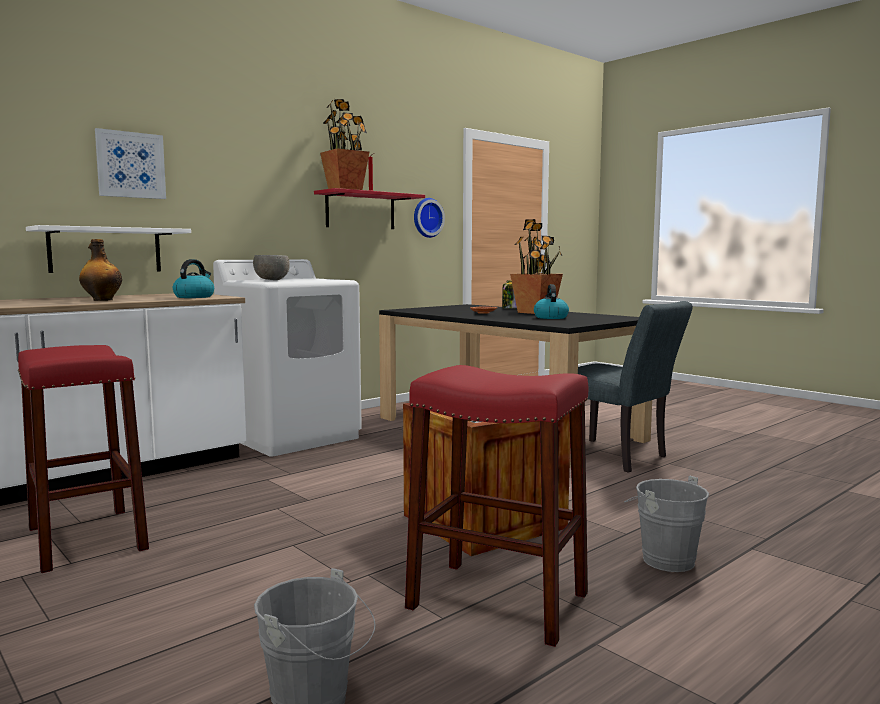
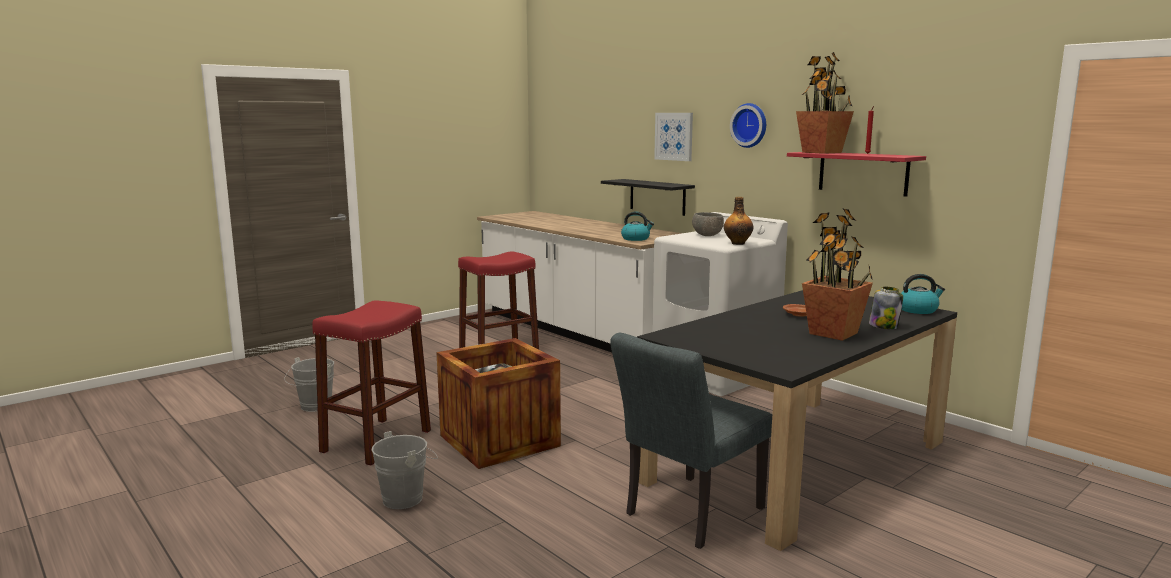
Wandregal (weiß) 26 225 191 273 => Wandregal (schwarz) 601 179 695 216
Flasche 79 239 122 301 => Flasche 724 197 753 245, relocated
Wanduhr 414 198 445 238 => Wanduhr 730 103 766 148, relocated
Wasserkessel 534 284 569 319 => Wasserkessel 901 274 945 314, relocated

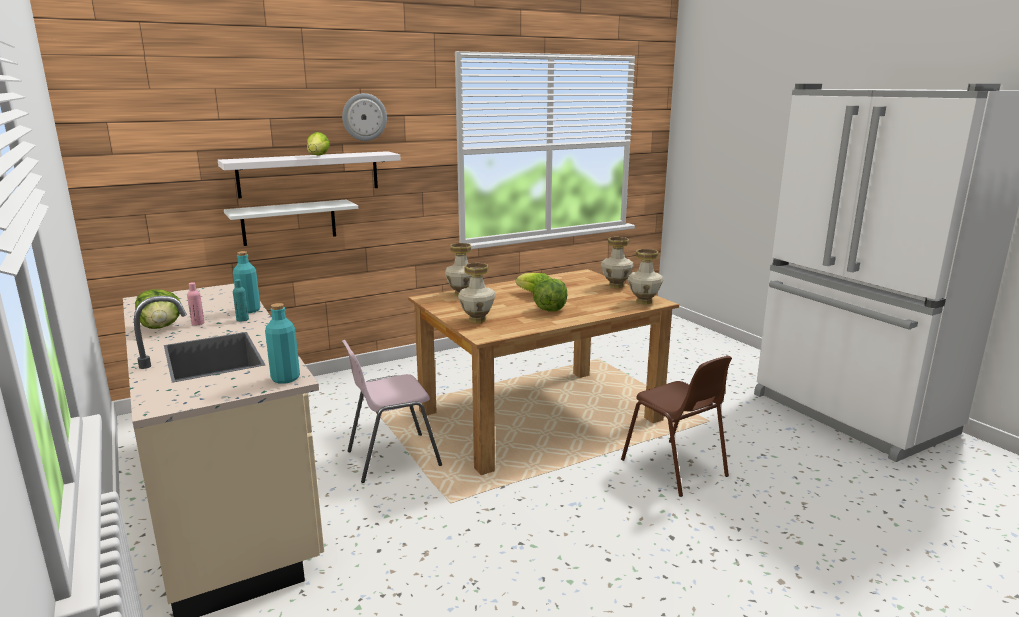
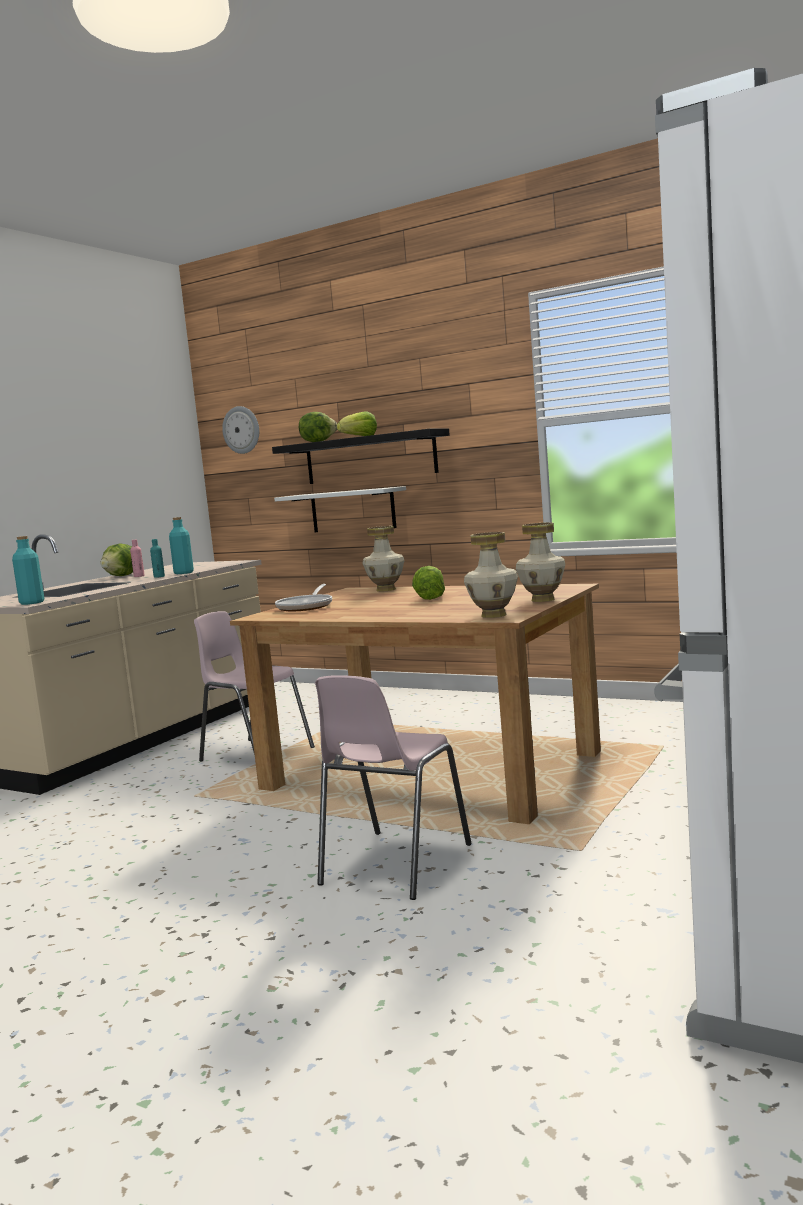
Wanduhr 342 93 387 141 => Wanduhr 222 406 259 454, relocated
Wandregal (weiß) 218 151 401 199 => Wandregal (schwarz) 272 428 450 484
Vase 458 263 496 323 => Pfanne 275 584 332 611
Salatkopf 533 279 567 311 => Salatkopf 299 412 337 442, relocated
Stuhl (braun) 621 356 732 497 => Stuhl (rosa) 315 675 471 900

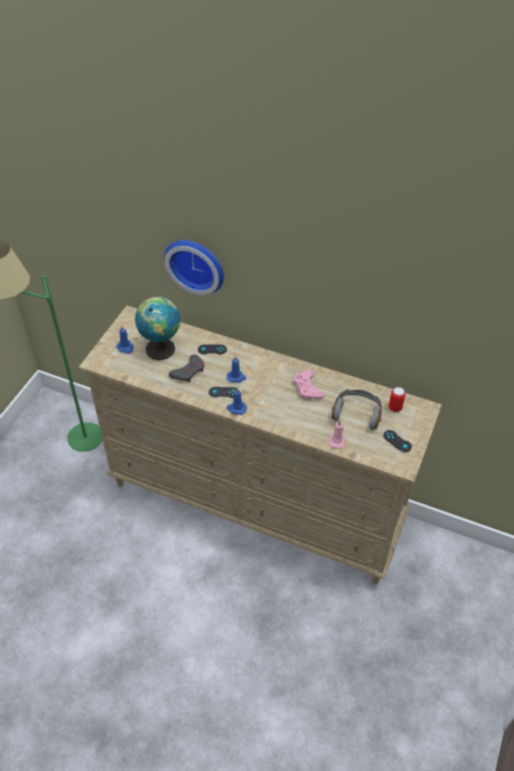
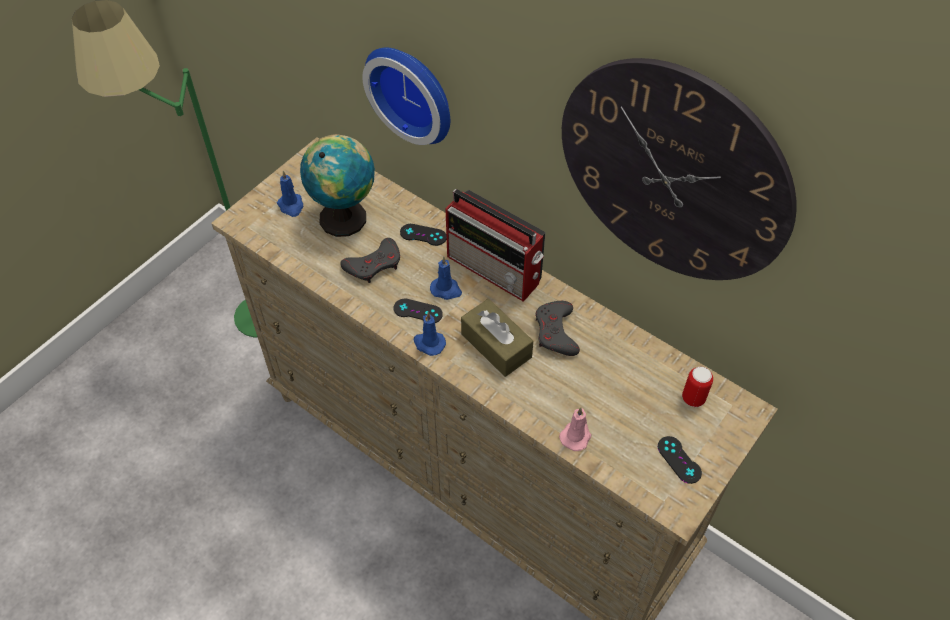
nothing => Radio 445 189 545 302
nothing => Taschentuchbox (braun) 461 299 533 377
Gamepad (rosa) 294 370 325 399 => Gamepad (grau) 536 301 580 356
nothing => Wanduhr 562 58 797 280
Kopfhörer (grau) 332 389 382 430 => nothing

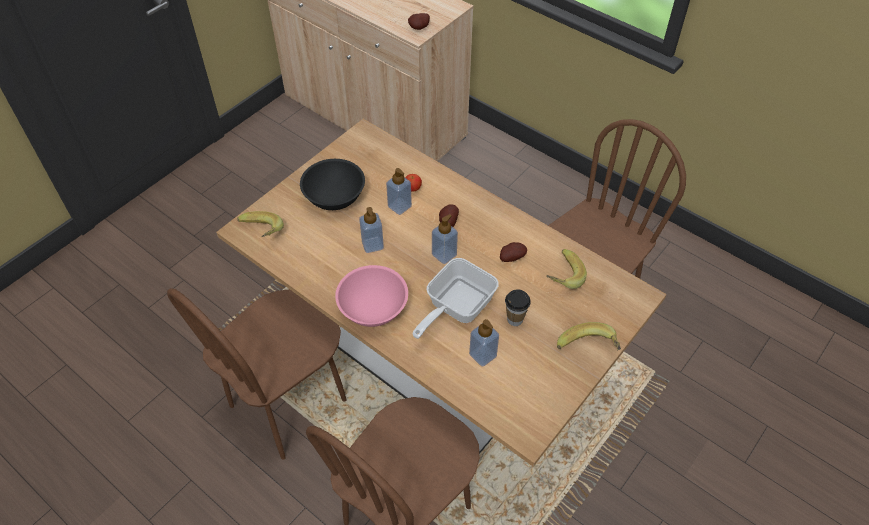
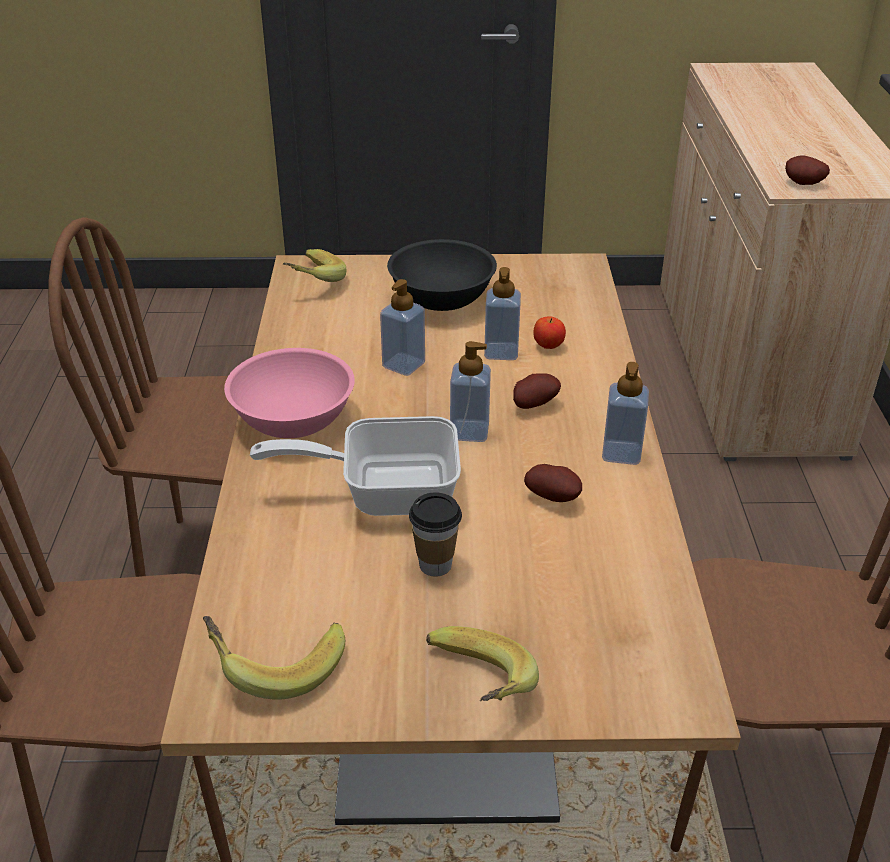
Banane 546 249 587 289 => Banane 203 616 345 700, relocated
Seifenspender 469 319 499 366 => Seifenspender 602 362 649 465, relocated

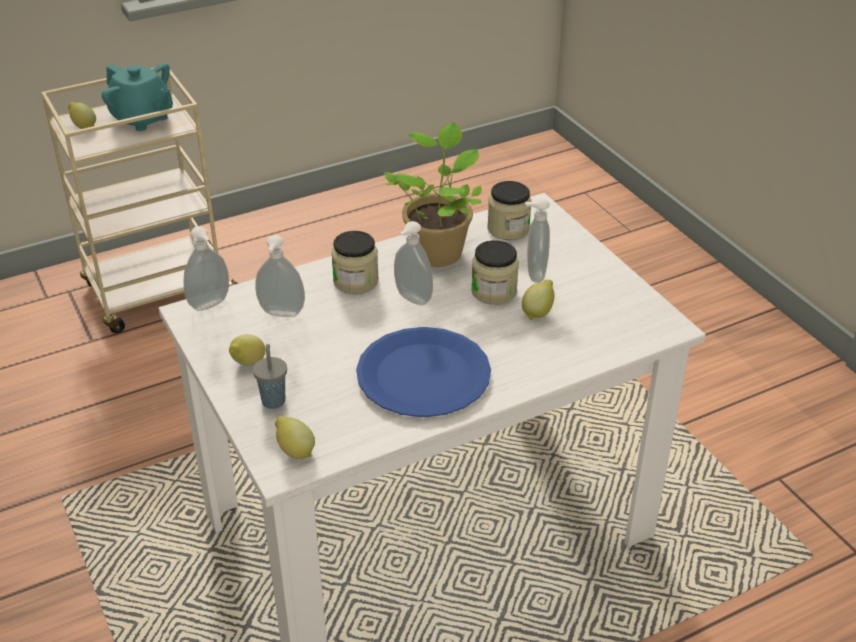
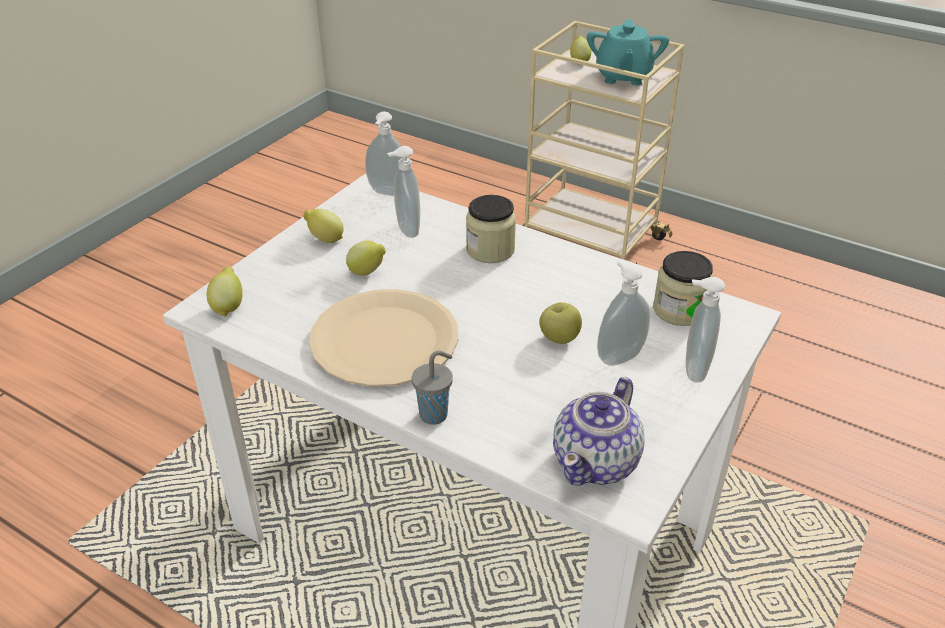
Teller (blau) 356 327 491 417 => Teller (beige) 309 289 458 387
Zitrone 522 280 554 320 => Zitrone 346 241 386 276, relocated
Tasse (grau) 253 344 287 409 => Tasse (grau) 412 351 453 425, relocated
Vorratsglas 471 240 519 305 => Apfel 539 302 582 344
nothing => Teekanne 553 377 644 486
Seifenspender 394 221 433 305 => Seifenspender 686 277 725 383, relocated
Topfpflanze 384 122 482 267 => nothing

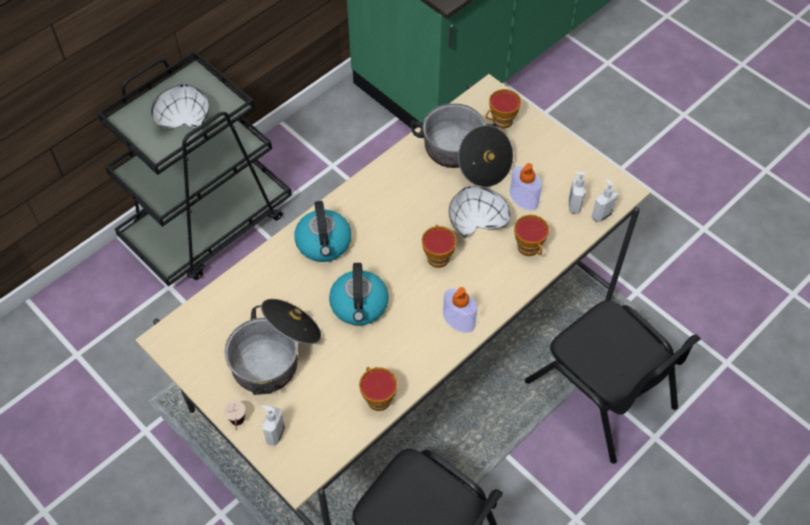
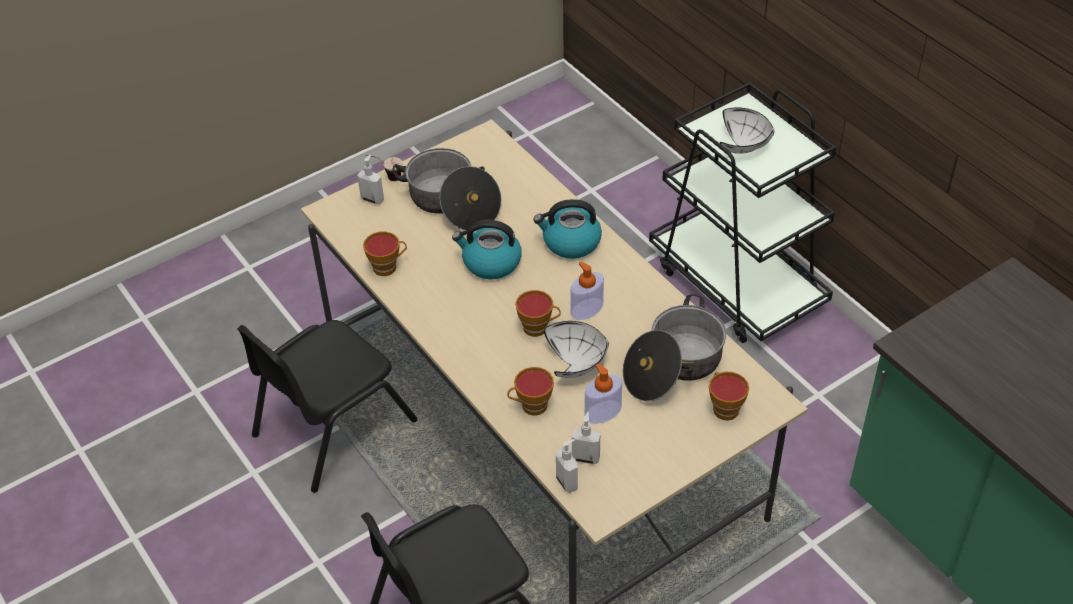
Seifenspender 443 287 477 333 => Seifenspender 571 262 604 320, relocated

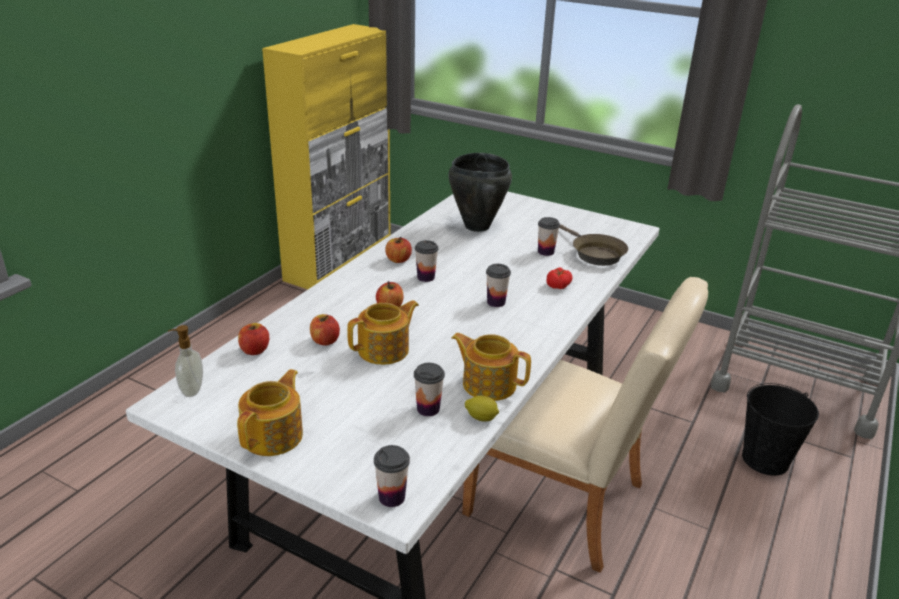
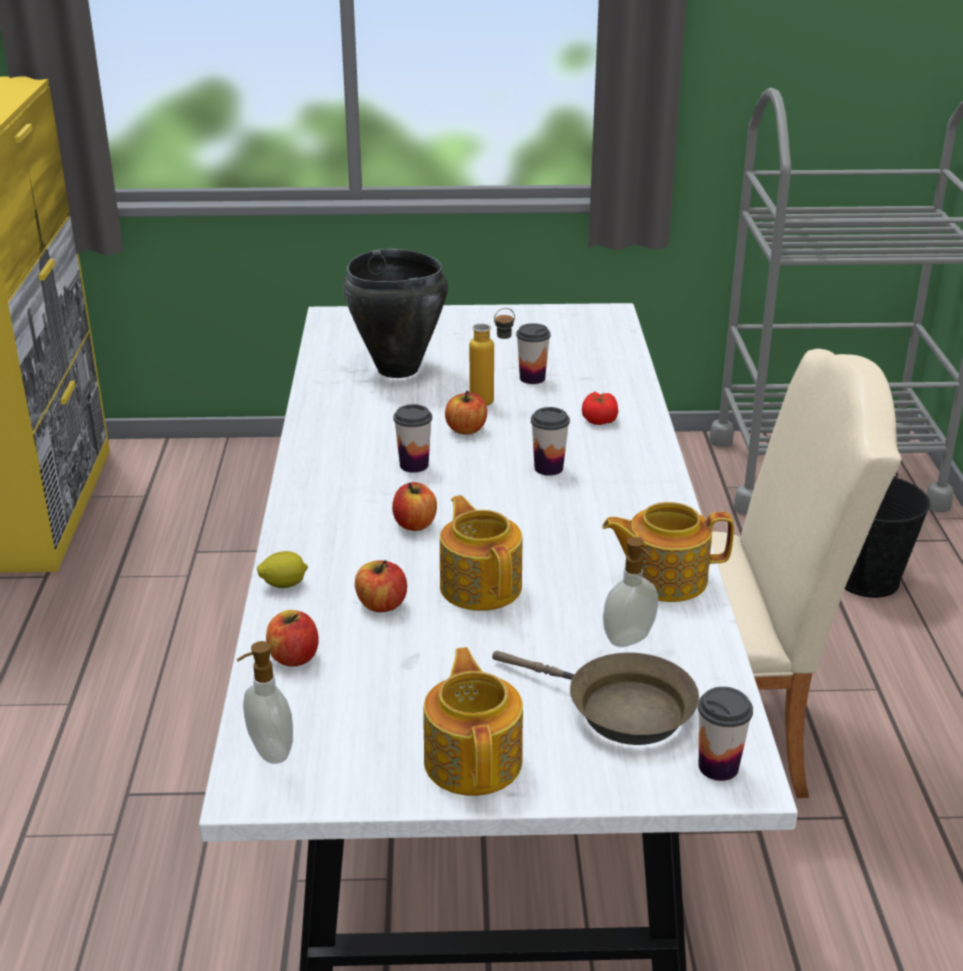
Zitrone 465 396 499 422 => Zitrone 257 551 308 588, relocated
Teekanne 347 300 419 365 => Teekanne 440 495 522 611, 45 degrees counterclockwise
Apfel 385 236 412 263 => Apfel 445 391 487 435, relocated
nothing => Flasche 469 308 515 406
Pfanne (braun) 559 224 628 266 => Pfanne (braun) 492 651 699 745, relocated
Tasse 414 363 445 416 => Seifenspender 603 537 658 647

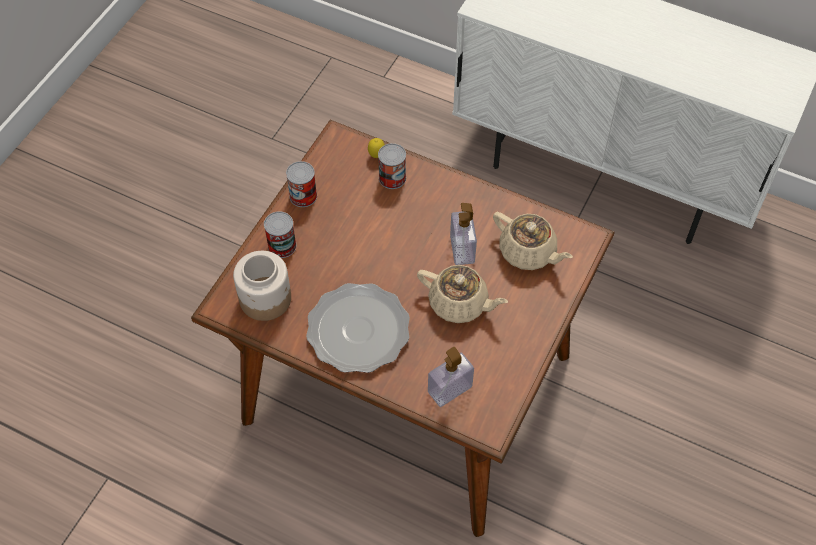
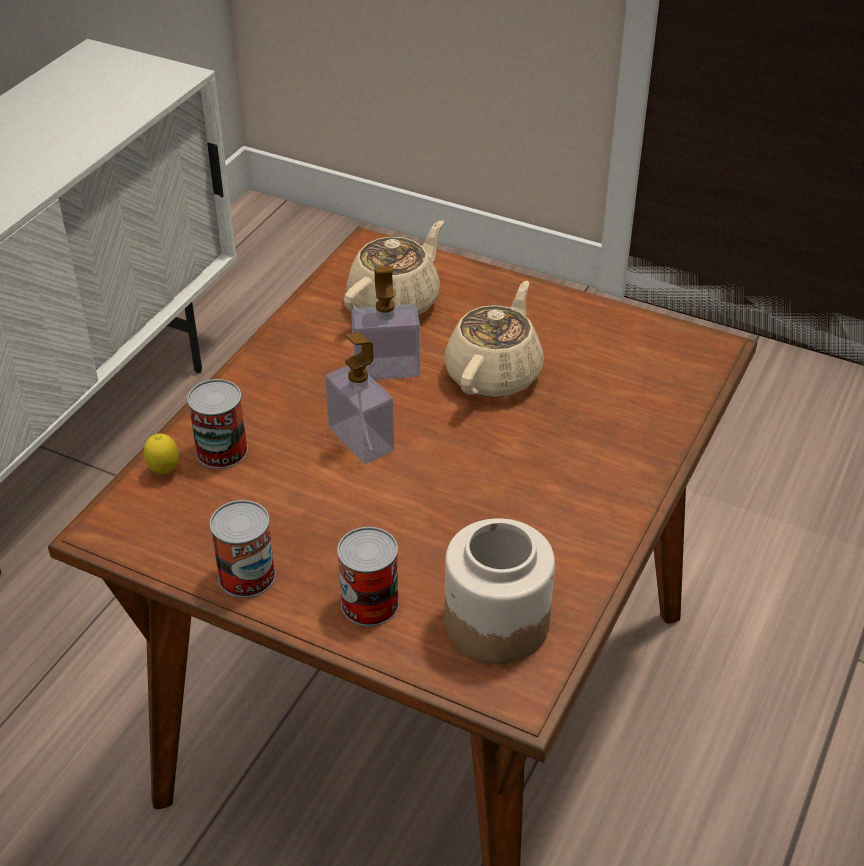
Seifenspender 428 347 474 407 => Seifenspender 325 333 394 464, relocated
Teller 306 283 410 373 => nothing

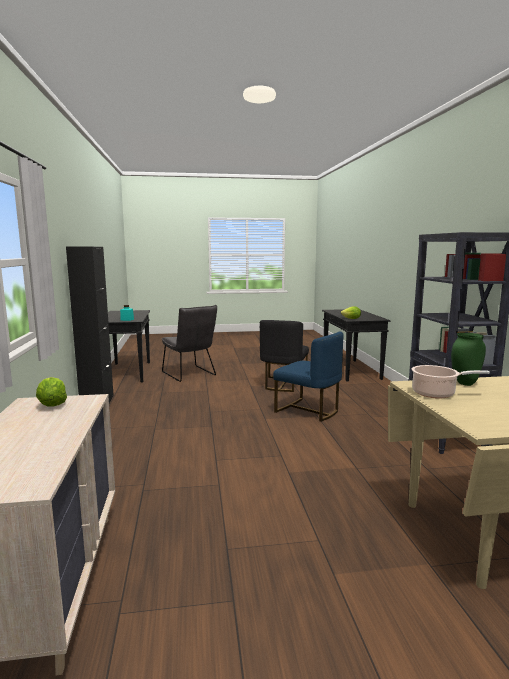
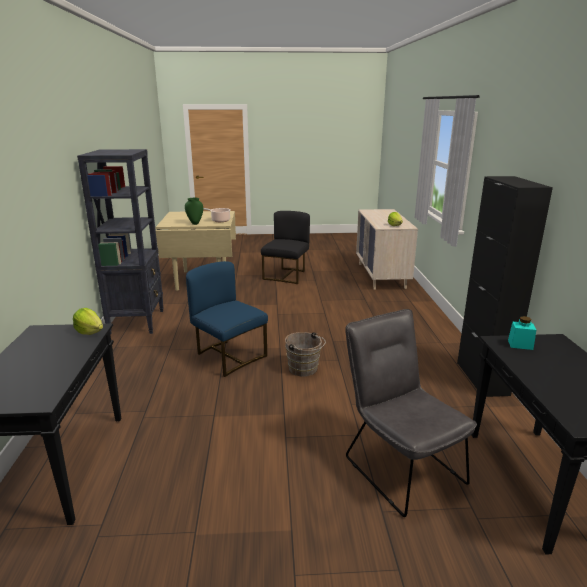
Stuhl (schwarz) 260 320 309 392 => Stuhl (schwarz) 261 211 310 284, relocated
nothing => Eimer (braun) 285 332 326 377

